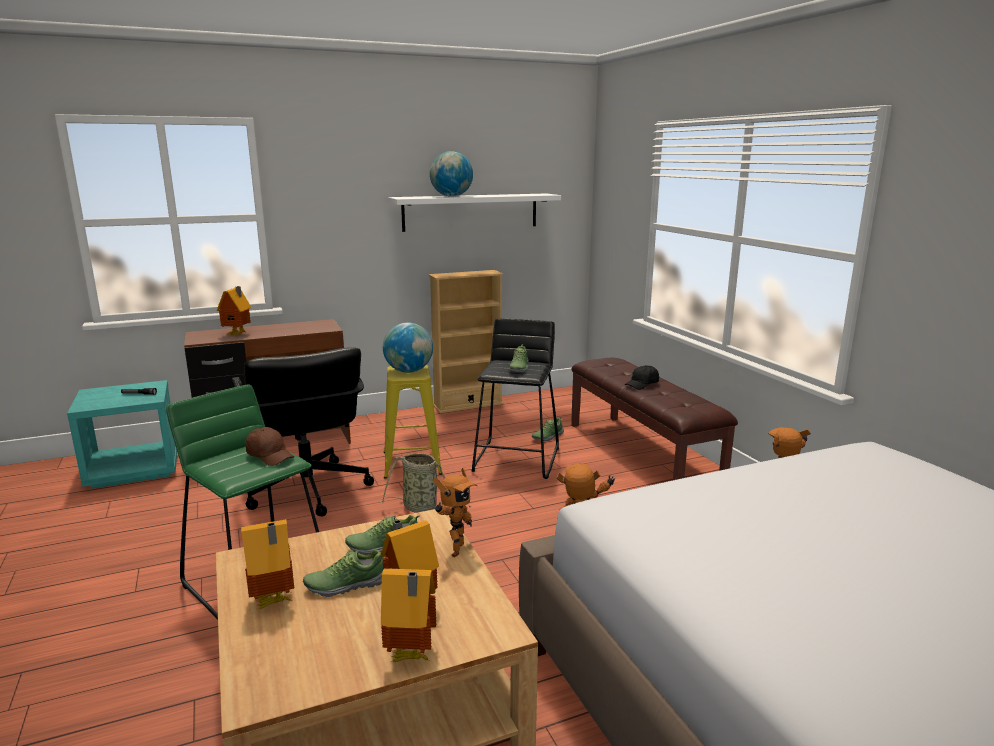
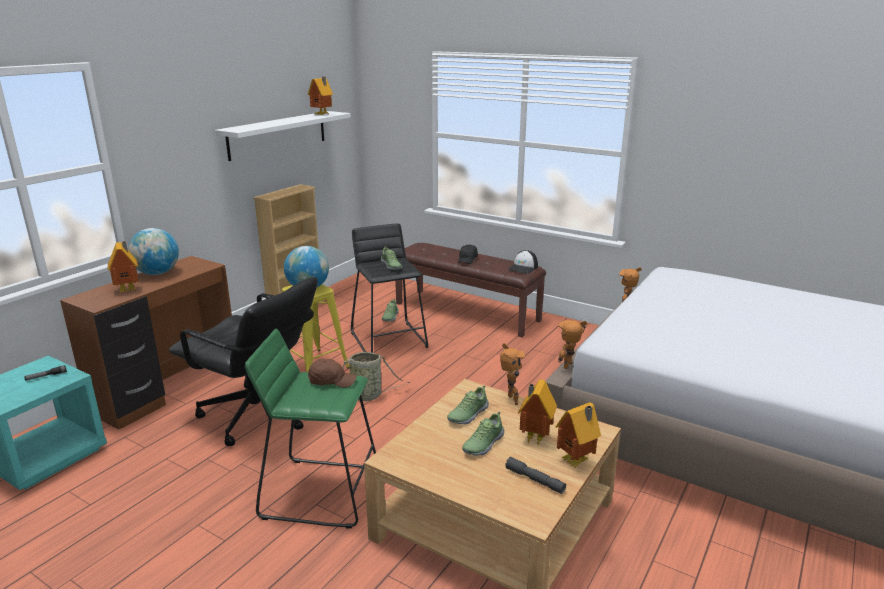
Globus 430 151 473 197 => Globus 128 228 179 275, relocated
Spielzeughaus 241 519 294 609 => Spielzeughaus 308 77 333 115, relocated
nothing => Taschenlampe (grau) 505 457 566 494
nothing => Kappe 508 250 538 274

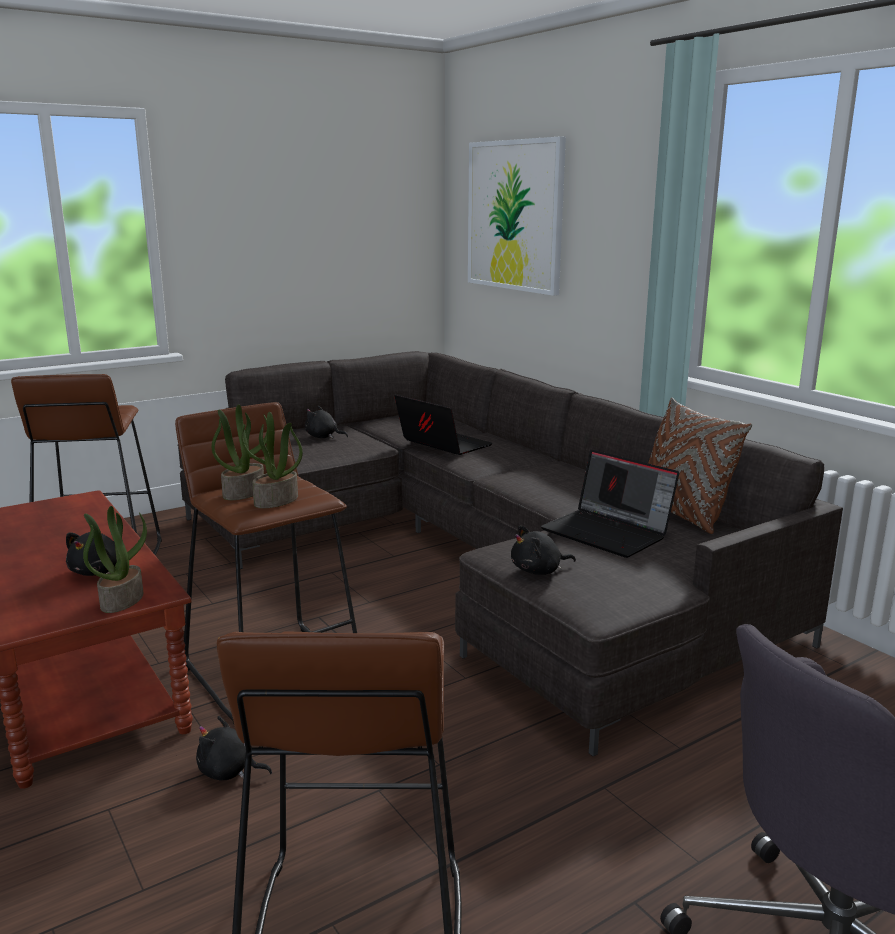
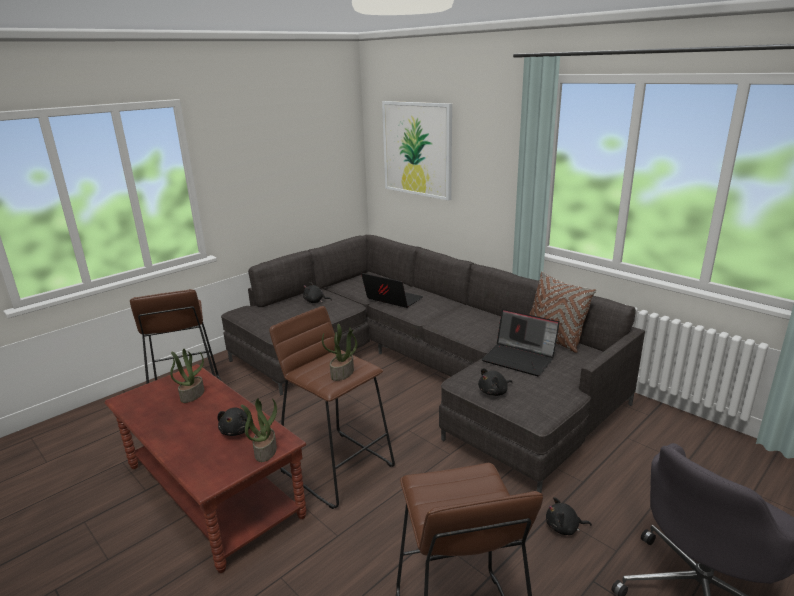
Topfpflanze 212 404 267 500 => Topfpflanze 170 349 204 403, relocated
Plüschtier (schwarz) 196 716 272 781 => Plüschtier (schwarz) 546 497 592 535, relocated

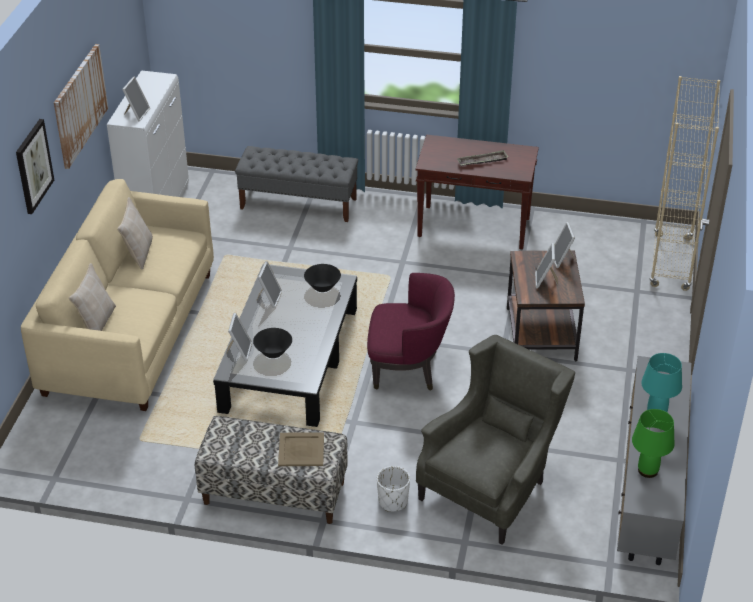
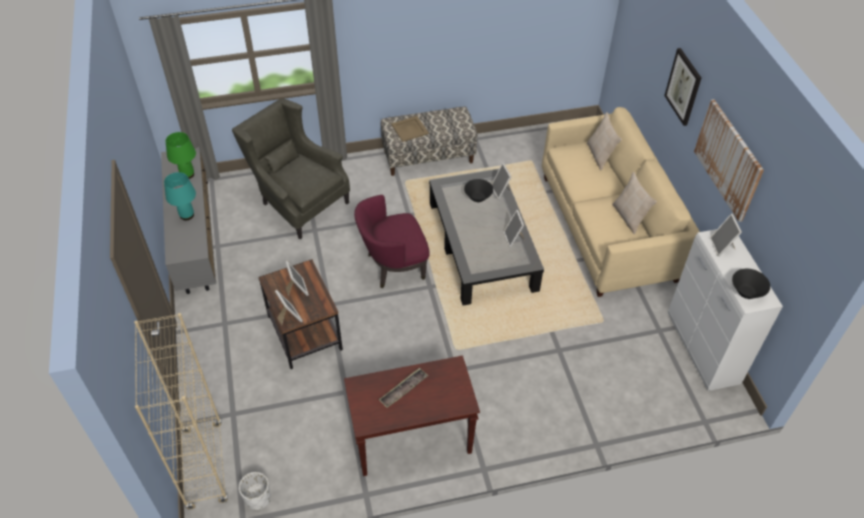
Sessel (grau) 416 335 575 545 => Sessel (grau) 232 98 350 239, 120 degrees clockwise
Pflanzkübel (weiß) 377 466 410 512 => Pflanzkübel (weiß) 239 472 271 511, relocated
Schüssel (schwarz) 304 264 341 292 => Schüssel (schwarz) 732 269 770 299, relocated
Bank (grau) 235 146 358 222 => nothing

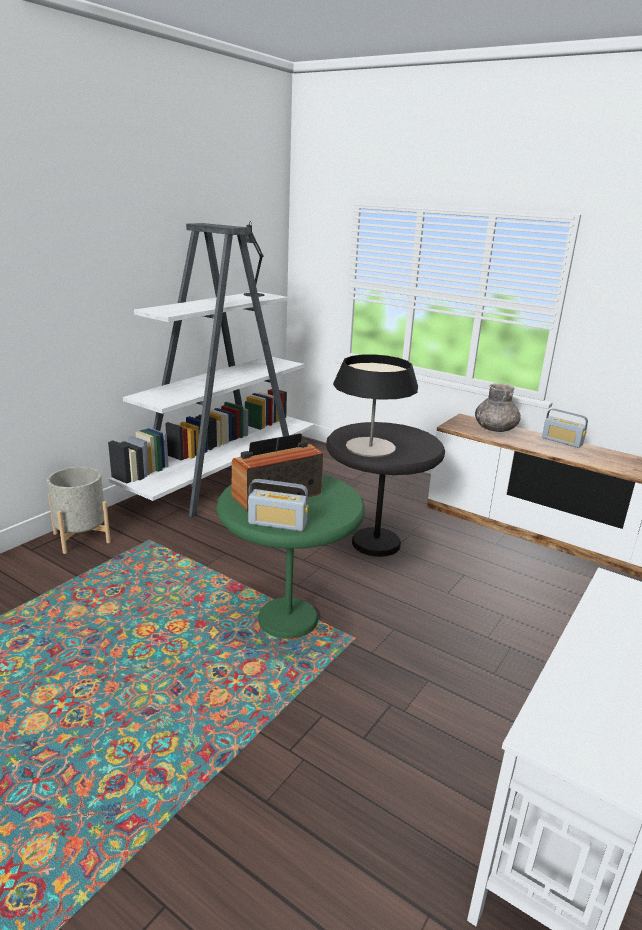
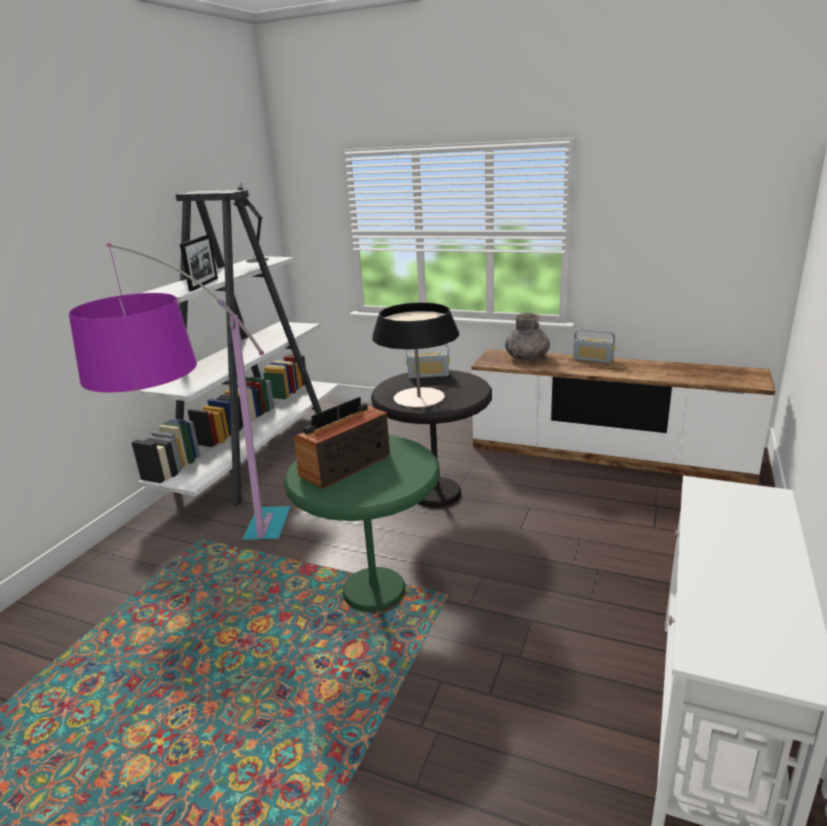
nothing => Stehlampe 69 242 290 540
nothing => Bilderrahmen 180 235 218 291
Radio 248 479 309 531 => Radio 406 344 450 378, relocated
Pflanzkübel (grau) 47 467 111 554 => nothing

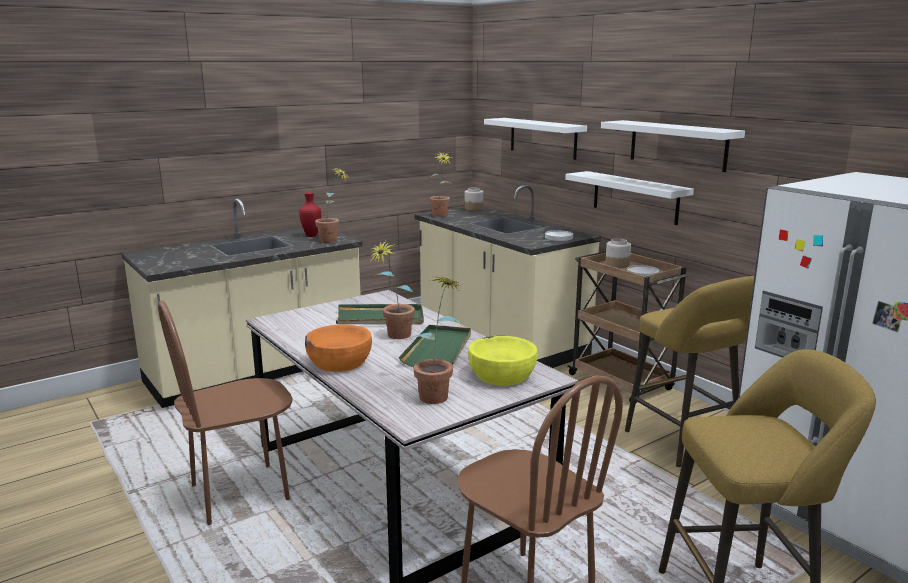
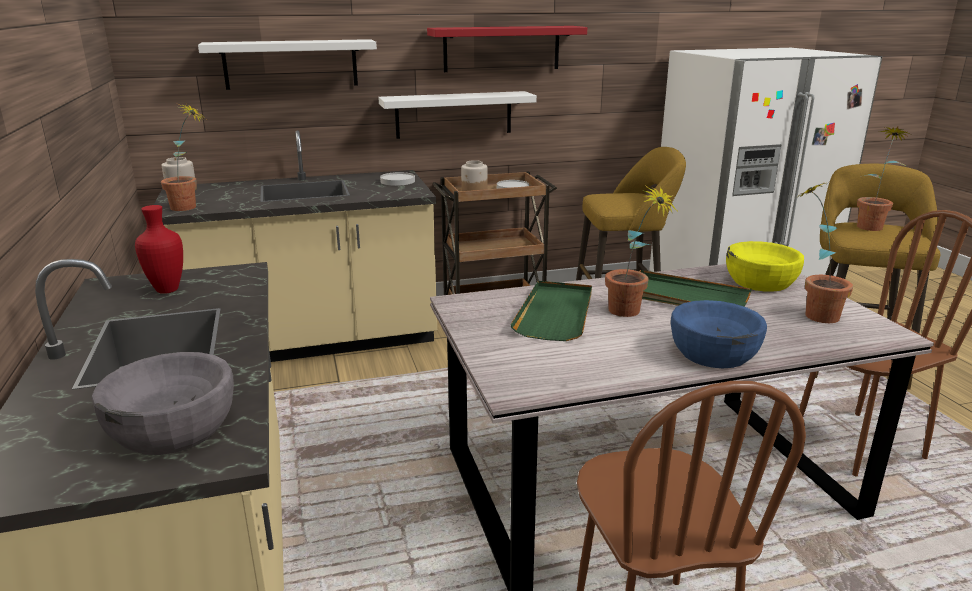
nothing => Schüssel (grau) 92 352 234 455
Wandregal (weiß) 601 120 745 172 => Wandregal (rot) 427 26 587 72
Schüssel (orange) 305 324 372 372 => Schüssel (blau) 671 300 767 368
Topfpflanze 315 167 349 243 => Topfpflanze 857 127 909 231, relocated

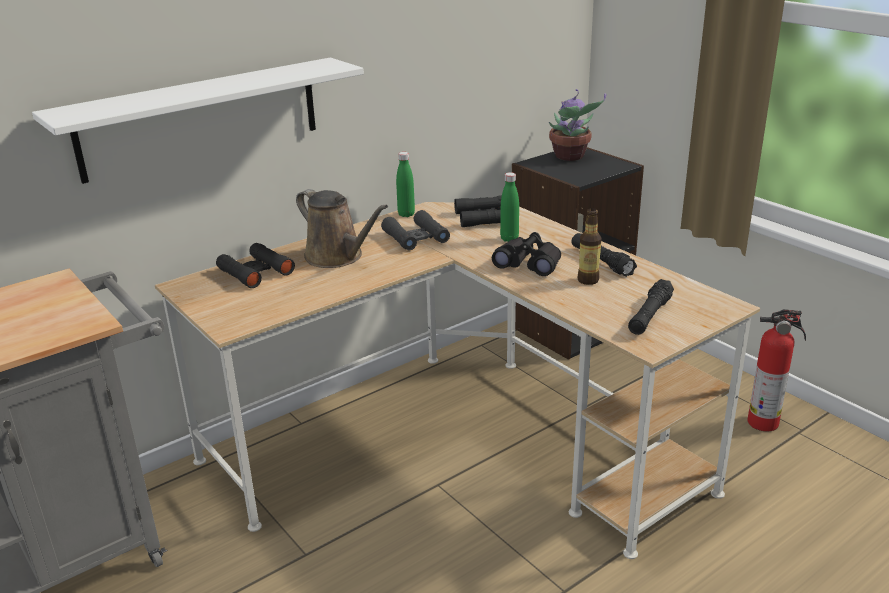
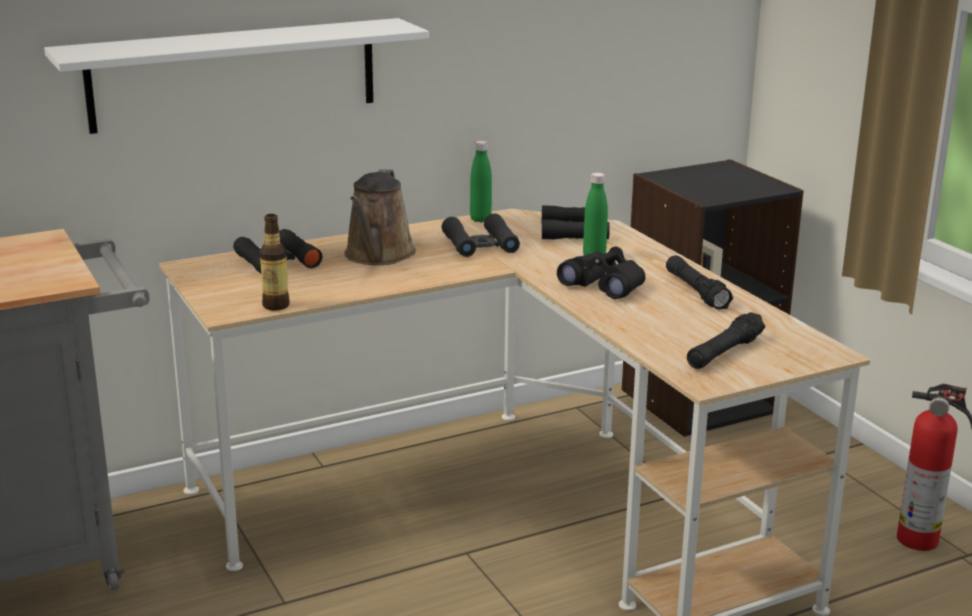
Flasche 578 208 602 285 => Flasche 260 214 290 311, relocated
Gießkanne (braun) 296 189 388 268 => Gießkanne (braun) 344 169 416 265, 45 degrees clockwise
Topfpflanze 549 89 606 161 => nothing

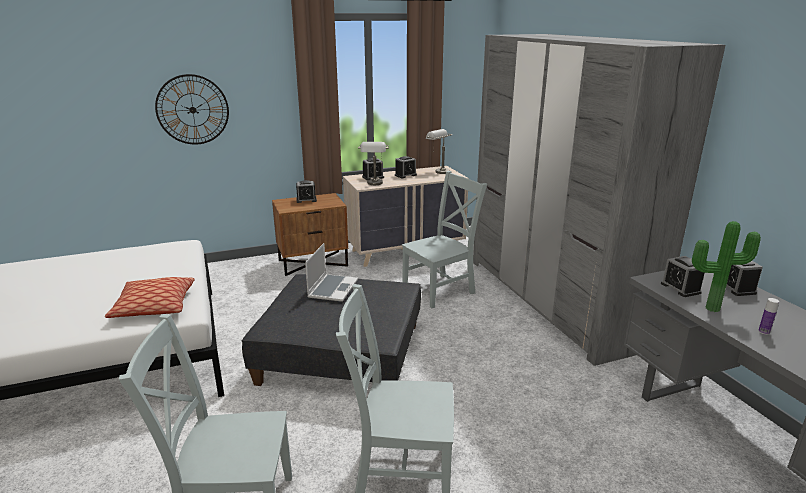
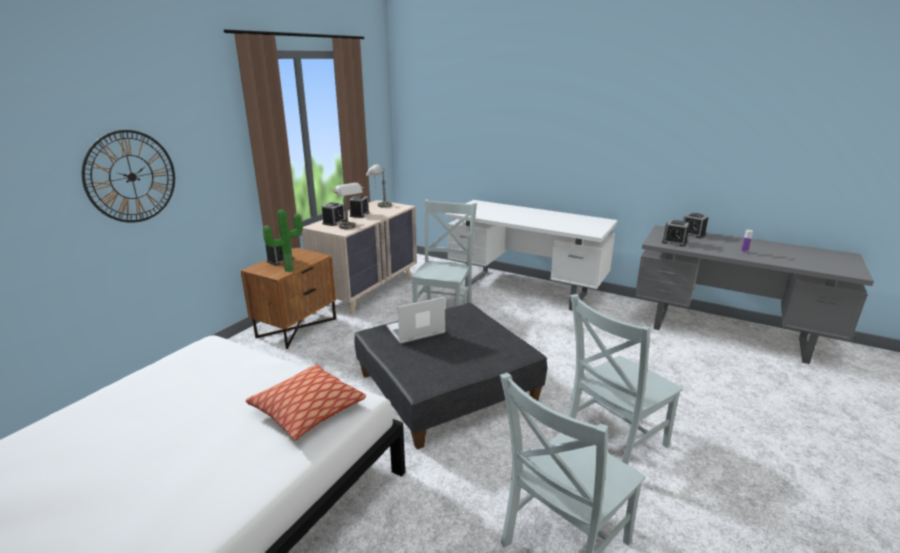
Topfpflanze 692 221 761 312 => Topfpflanze 263 209 303 272, relocated
Laptop 305 243 358 302 => Laptop 386 297 446 344, 90 degrees counterclockwise
Kleiderschrank (grau) 473 34 725 366 => Schreibtisch (weiß) 445 200 618 311

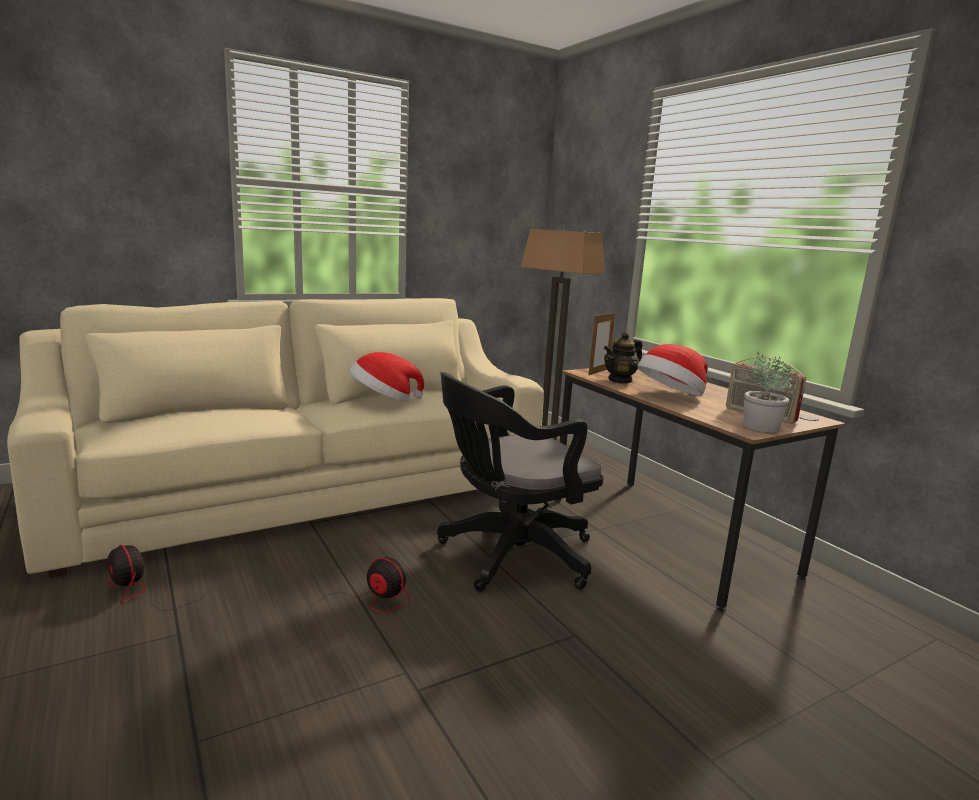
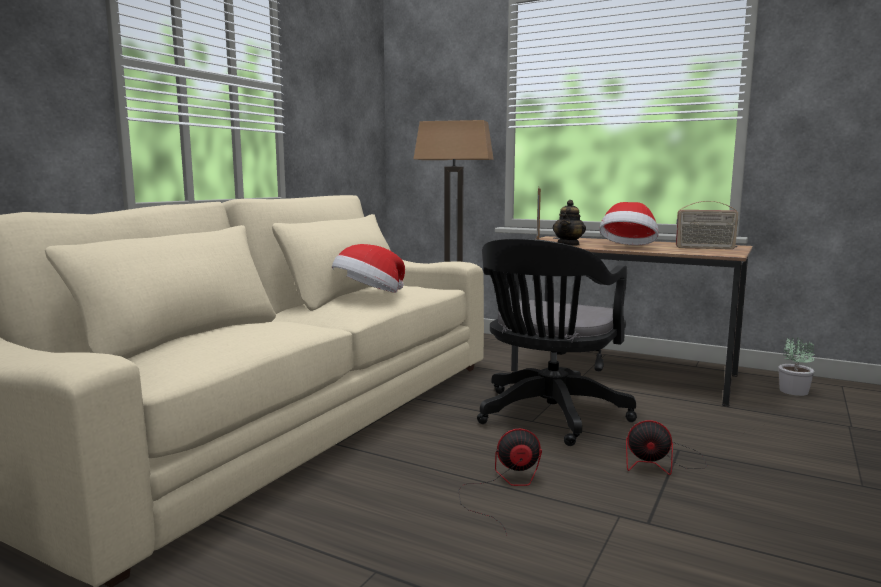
Ventilator 107 545 233 611 => Ventilator 626 420 707 475, relocated
Topfpflanze 743 352 792 432 => Topfpflanze 779 337 815 396, relocated

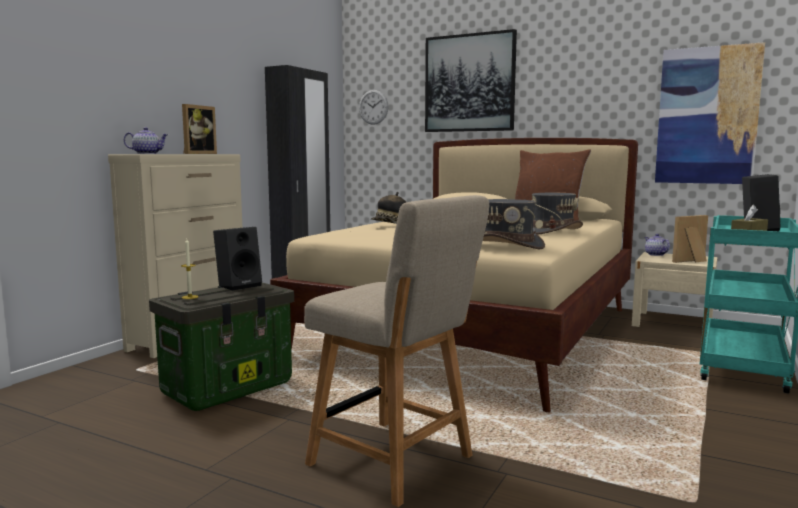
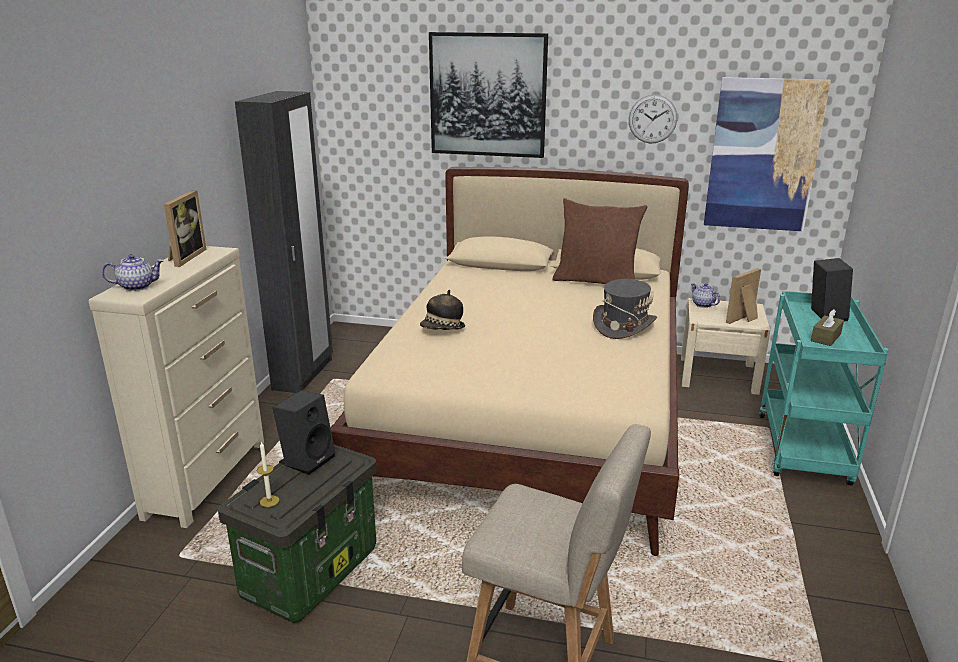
Wanduhr 359 90 389 125 => Wanduhr 629 94 677 144, relocated
Hut (grau) 483 199 545 249 => nothing

